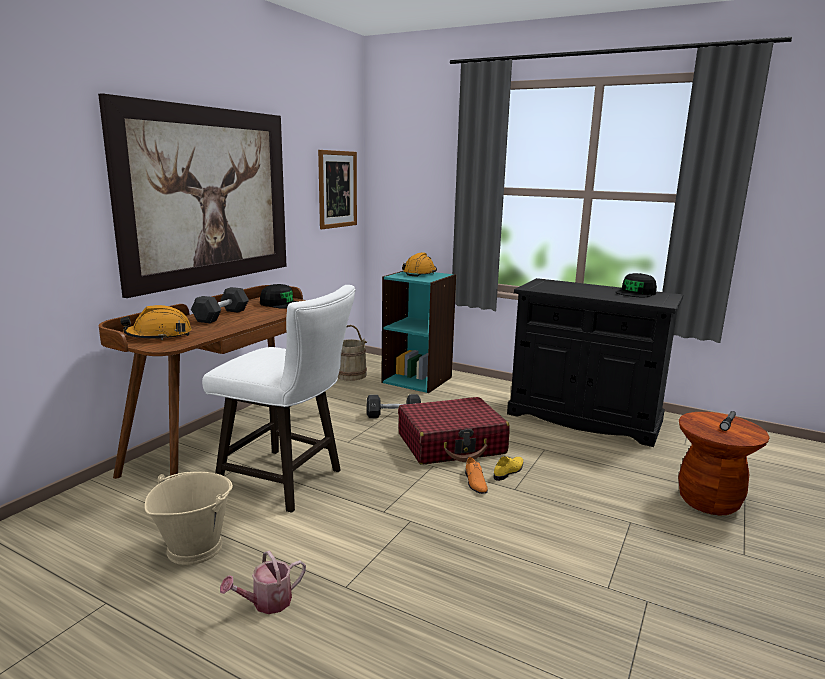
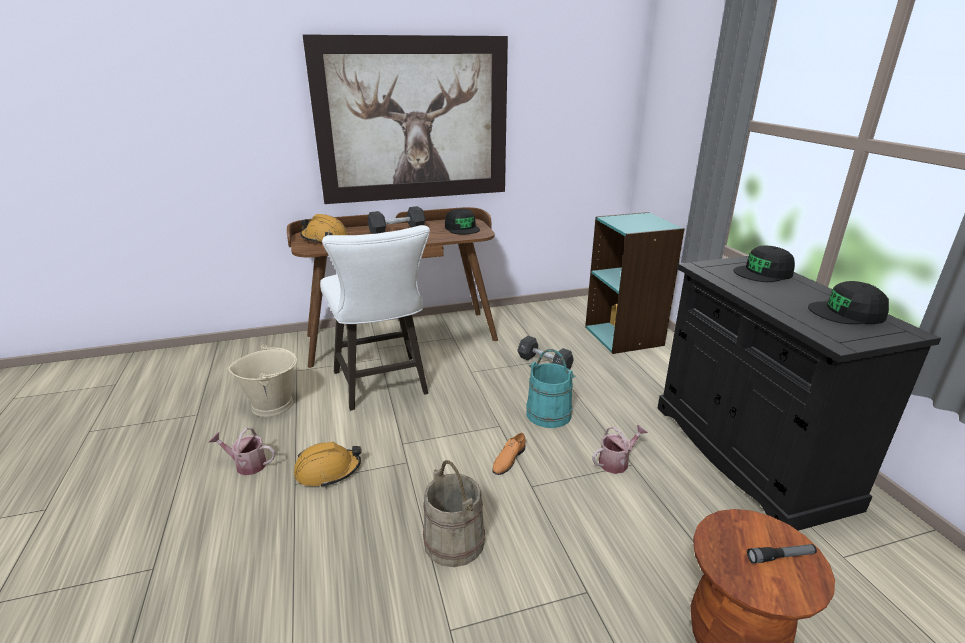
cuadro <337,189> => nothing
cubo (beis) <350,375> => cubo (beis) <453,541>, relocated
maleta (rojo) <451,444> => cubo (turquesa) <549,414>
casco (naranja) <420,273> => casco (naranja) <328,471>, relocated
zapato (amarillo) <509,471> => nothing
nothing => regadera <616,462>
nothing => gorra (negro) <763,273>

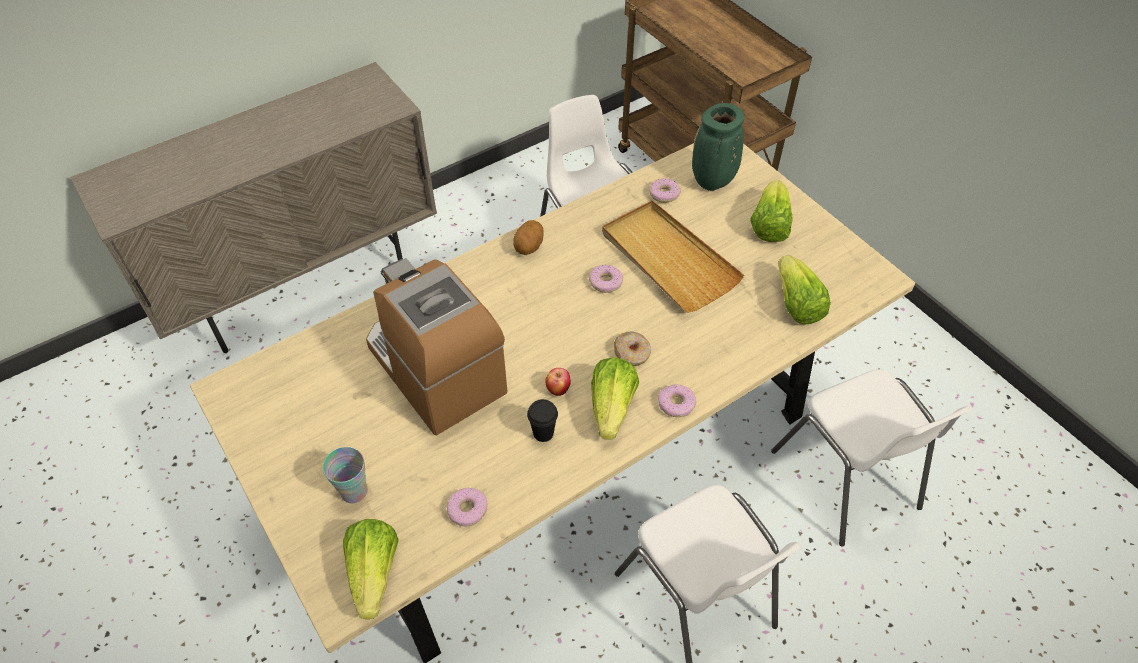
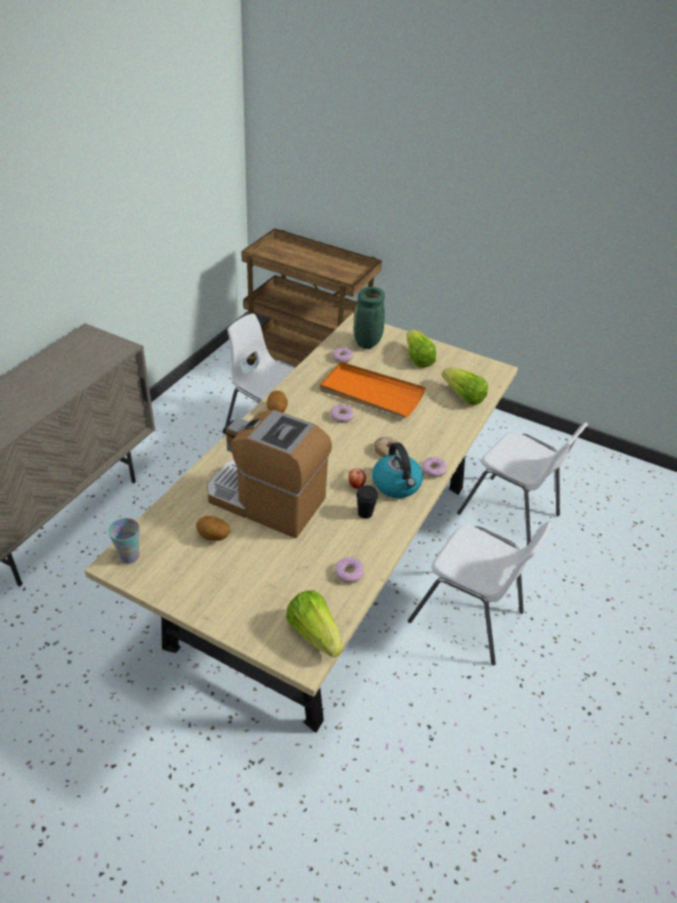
taza <354,491> => taza <129,556>, relocated
lechuga <612,407> => hervidor <397,485>
bandeja (beis) <668,259> => bandeja (naranja) <371,393>
nothing => patata <213,537>

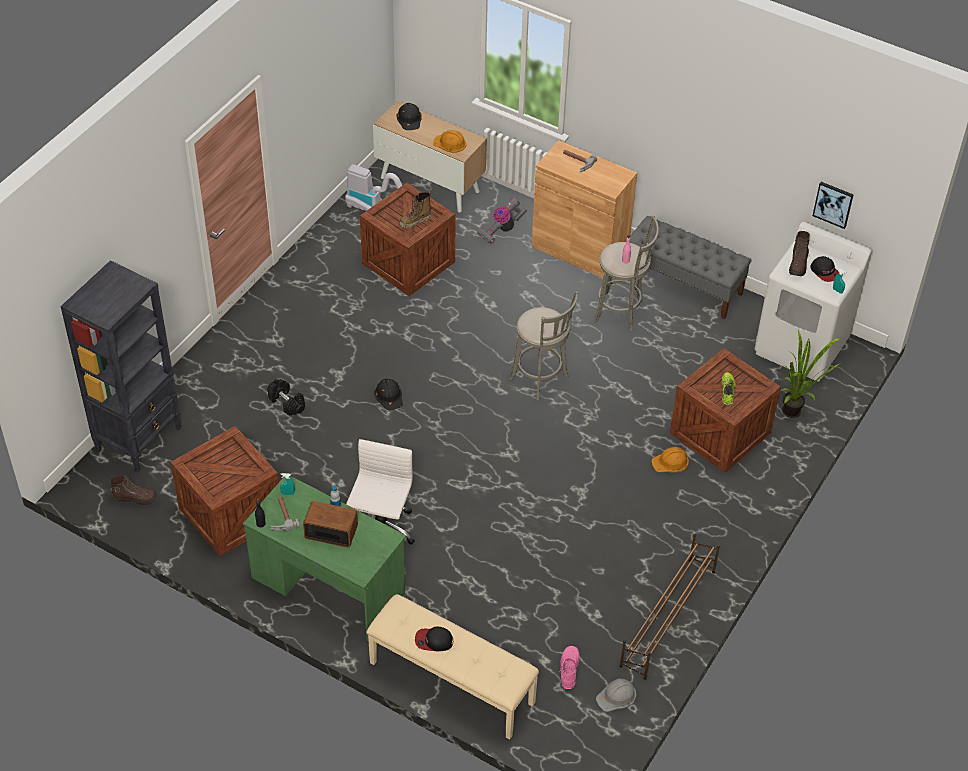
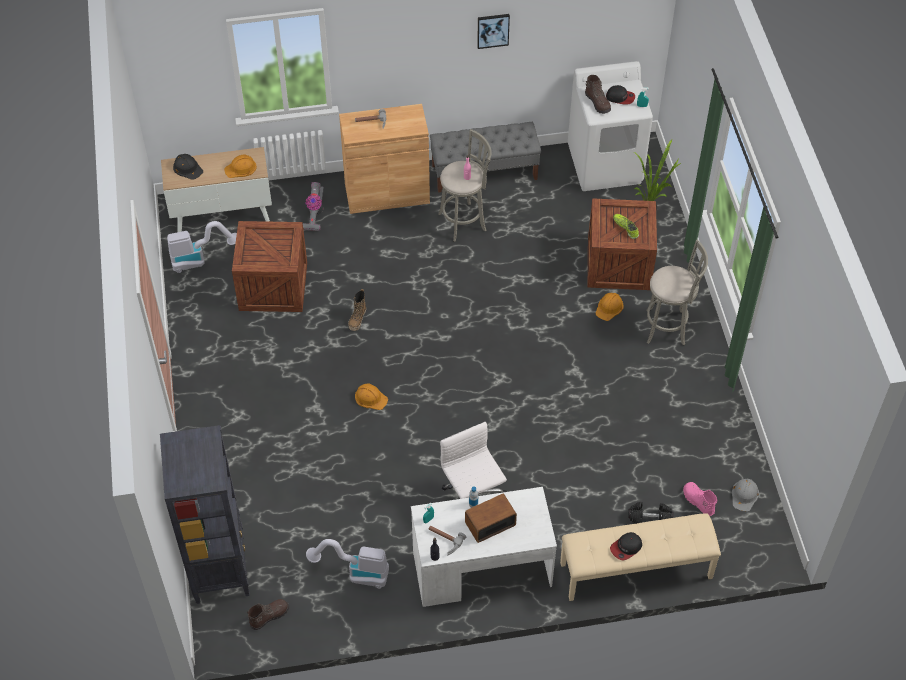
caja de embalaje <230,515> => aspiradora <355,573>
escritorio (verde) <328,586> => escritorio (blanco) <481,570>
mancuerna (negro) <287,402> => mancuerna (negro) <650,518>, relocated
casco (negro) <389,395> => casco (naranja) <370,398>
bota <415,221> => bota <357,320>, relocated
taburete (gris) <541,380> => taburete (gris) <668,327>, relocated
zapatero (marrón) <667,618> => nothing
cuadro <833,204> => cuadro <493,30>, relocated

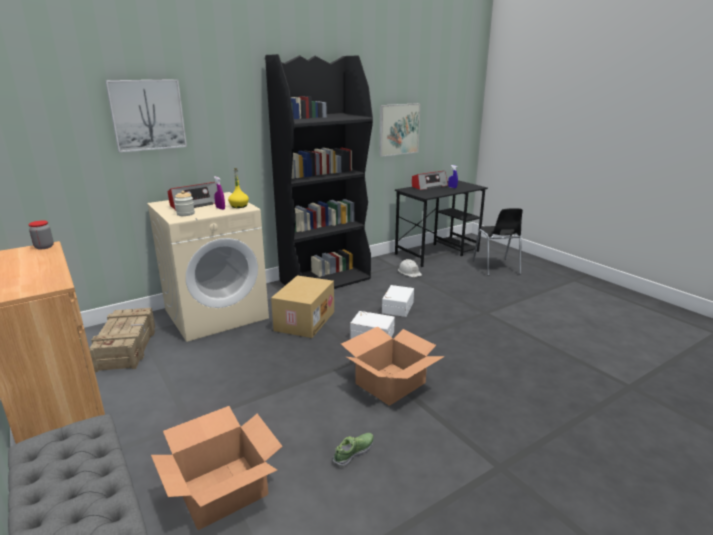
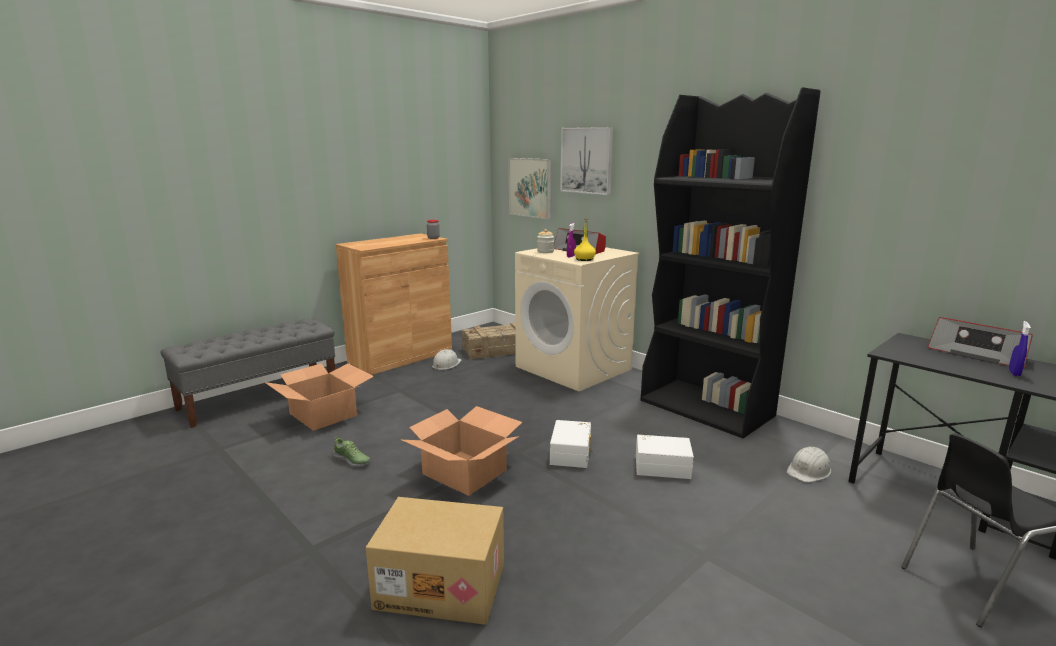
caja de cartón <304,320> => caja de cartón <442,585>, relocated
cuadro <399,129> => cuadro <530,187>, relocated
nothing => casco (blanco) <446,364>

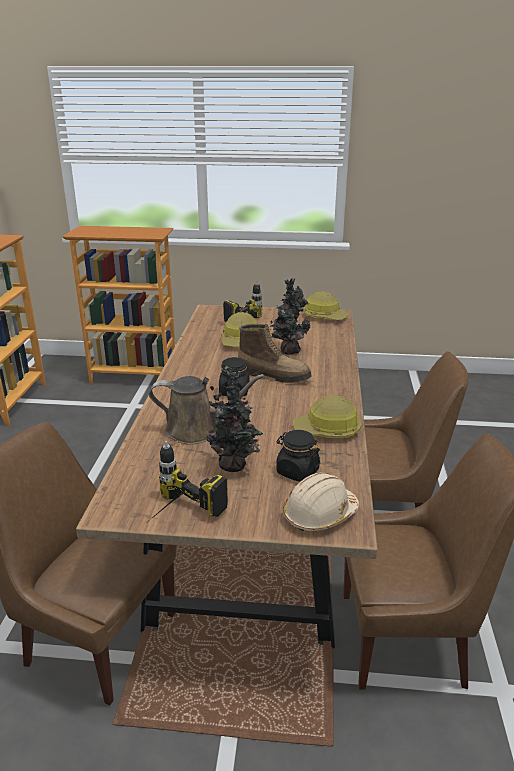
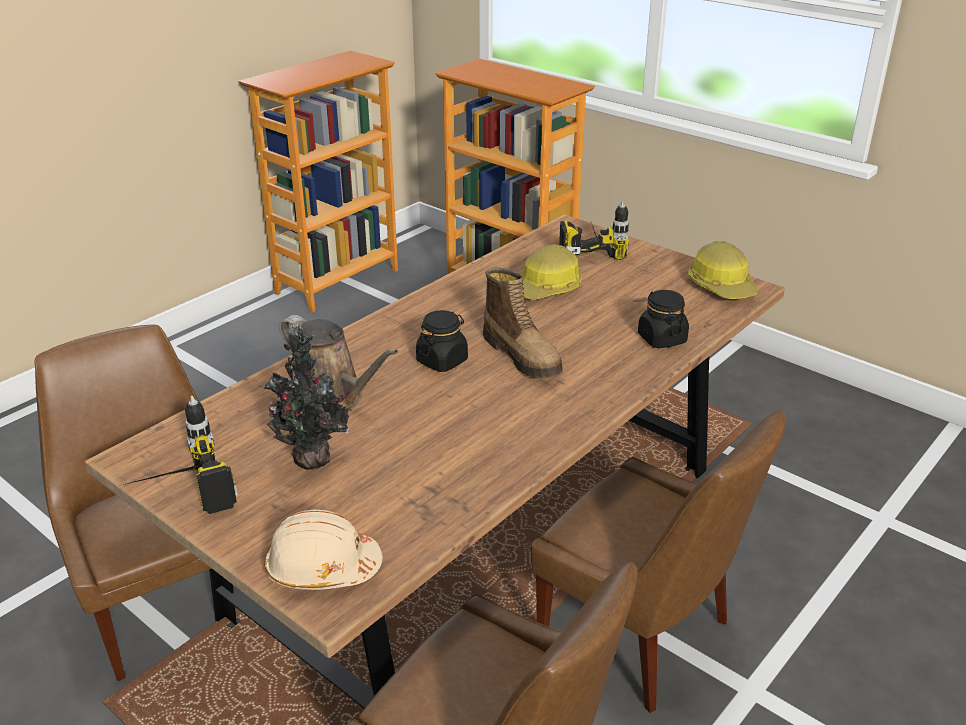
planta en maceta <288,351> => nothing
tarro (negro) <297,471> => tarro (negro) <661,339>, relocated
casco <327,431> => nothing

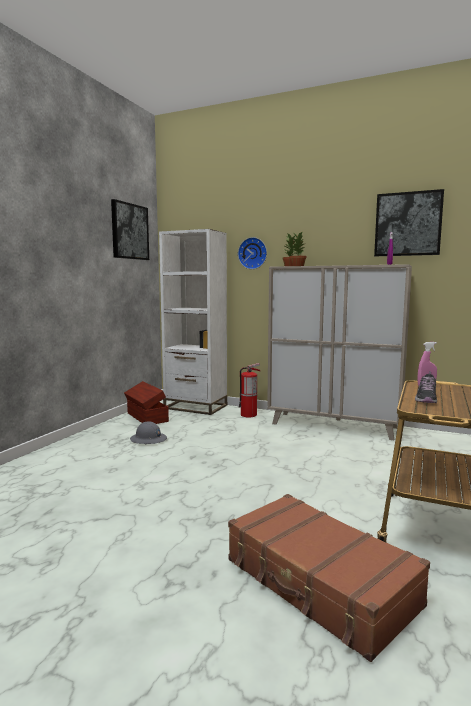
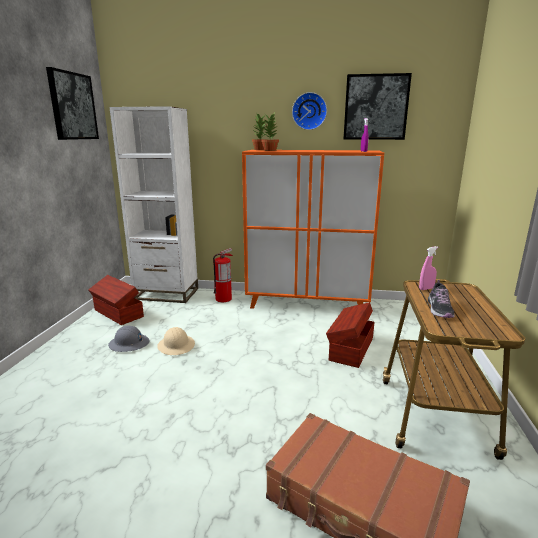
reloj de pared <253,253> => reloj de pared <309,111>, relocated
armario (beis) <334,425> => armario (naranja) <307,304>
nothing => casco (beis) <176,346>
nothing => caja de almacenaje (marrón) <350,349>

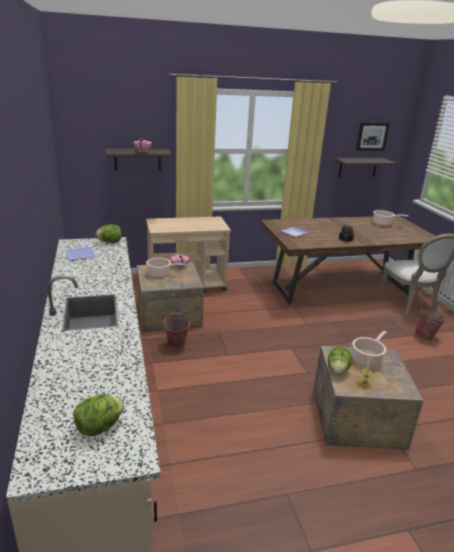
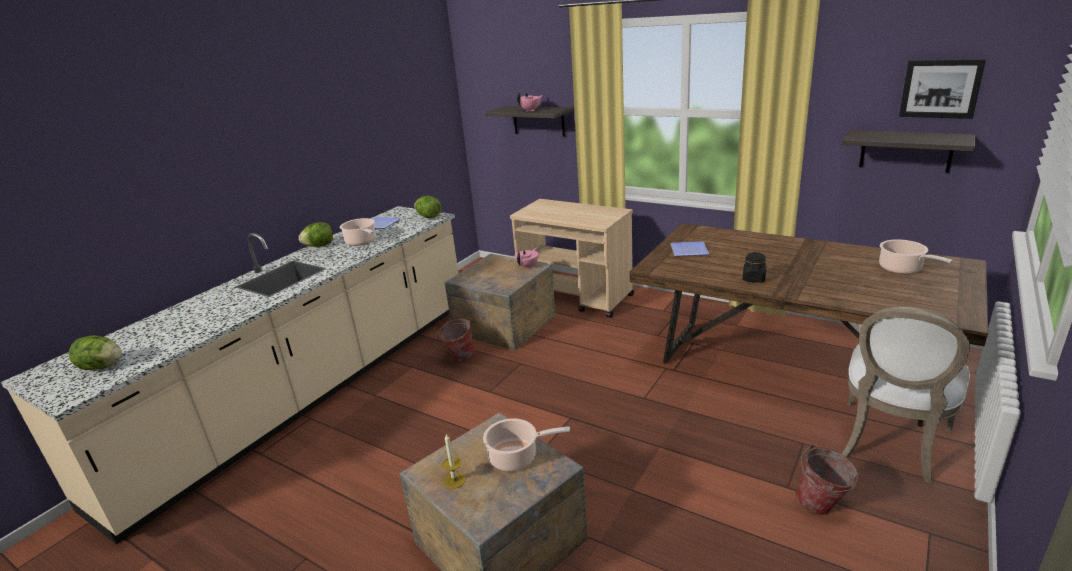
olla <160,274> => olla <362,242>, relocated
lechuga <338,370> => lechuga <319,246>, relocated

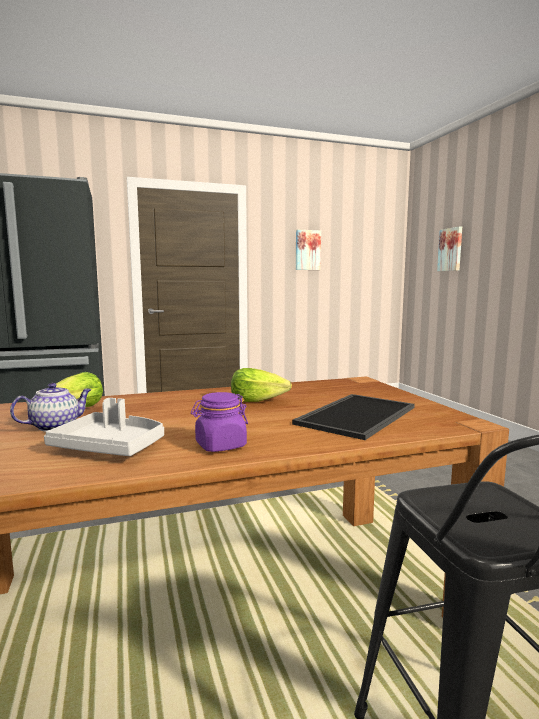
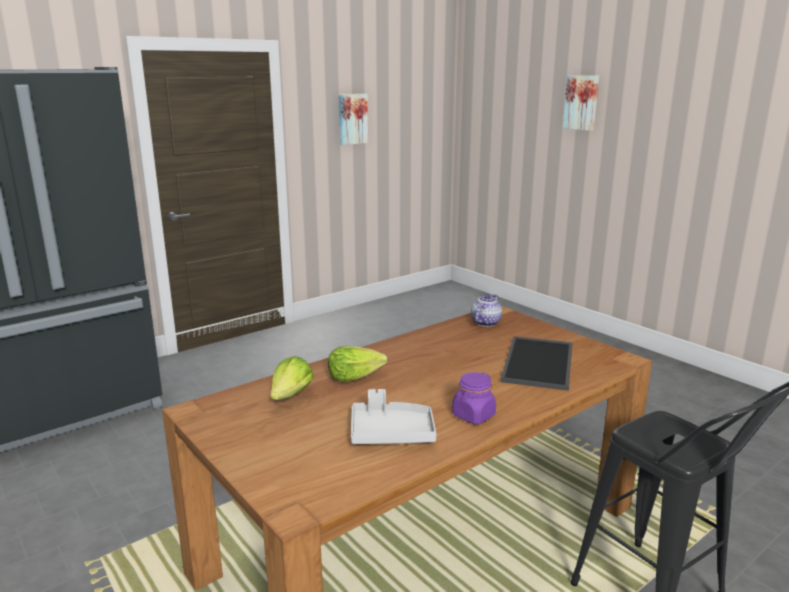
tetera <56,426> => tetera <485,322>, relocated
lechuga <258,400> => lechuga <354,376>, relocated
cuadro <451,249> => cuadro <582,102>, relocated

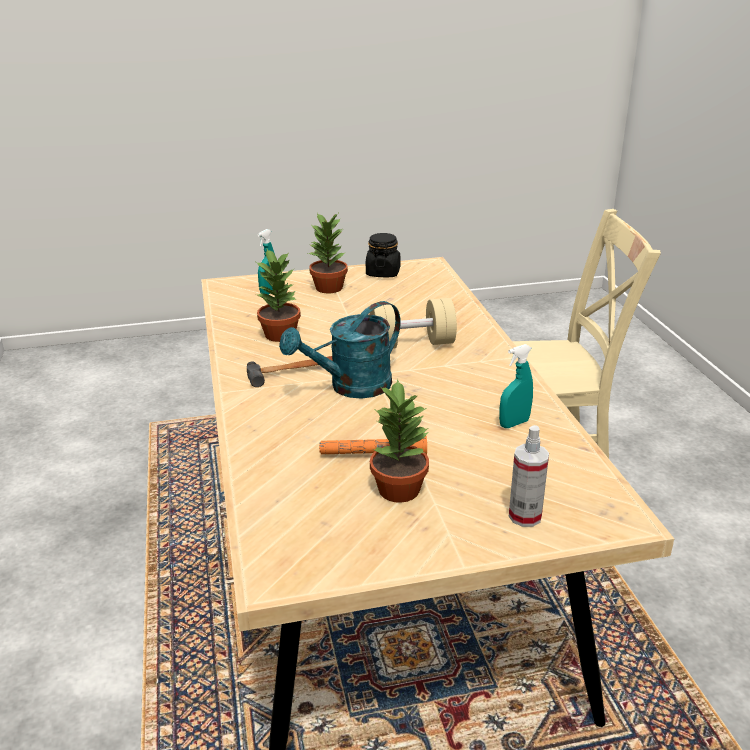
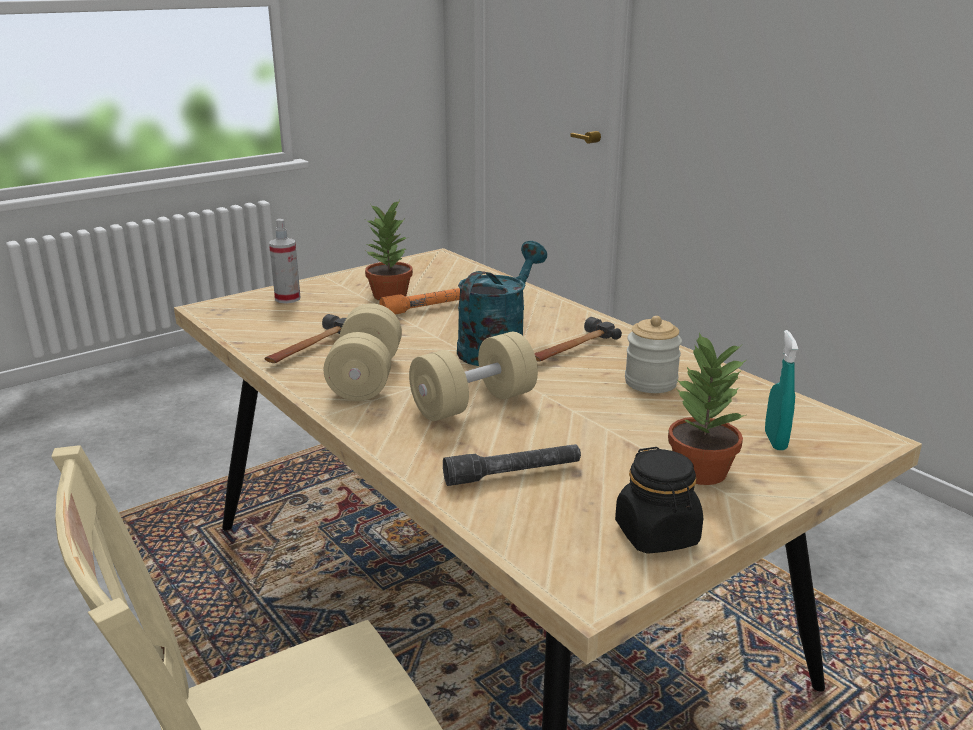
planta en maceta <280,334> => tarro <650,382>
pulverizador (turquesa) <514,423> => martillo <310,347>
nothing => mancuerna (beis) <366,377>
nothing => linterna (gris) <513,474>

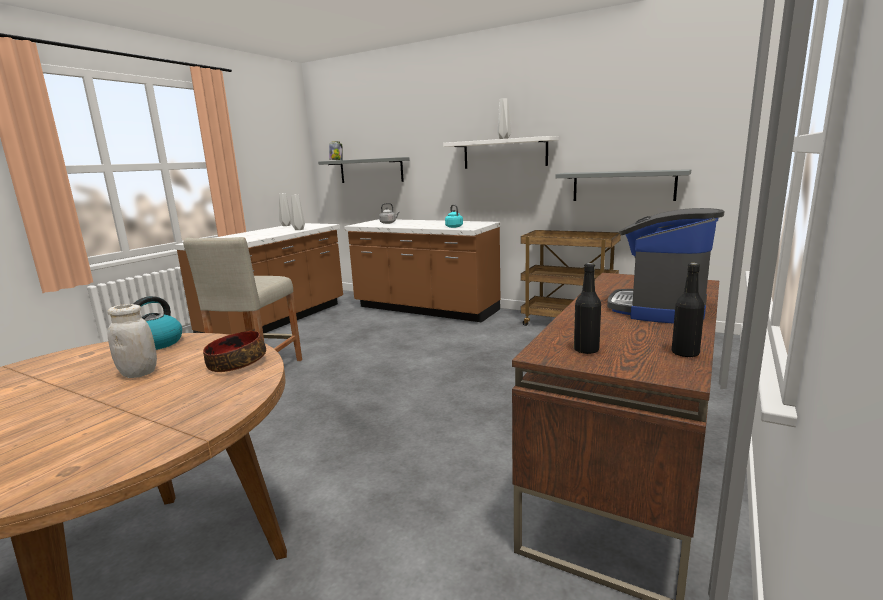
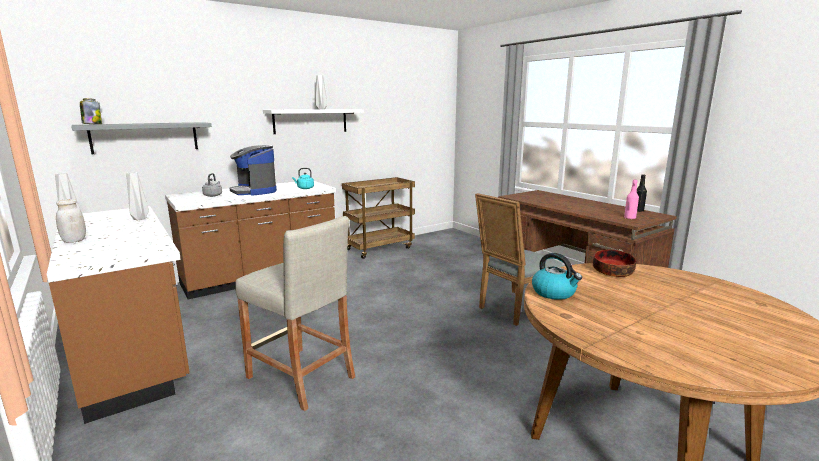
tarro (blanco) <139,373> => tarro (blanco) <74,241>, relocated
estante (gris) <623,186> => nothing
botella (negro) <586,350> => botella (rosa) <629,218>
cafetera <659,308> => cafetera <254,191>, relocated
nothing => silla (gris) <514,309>

